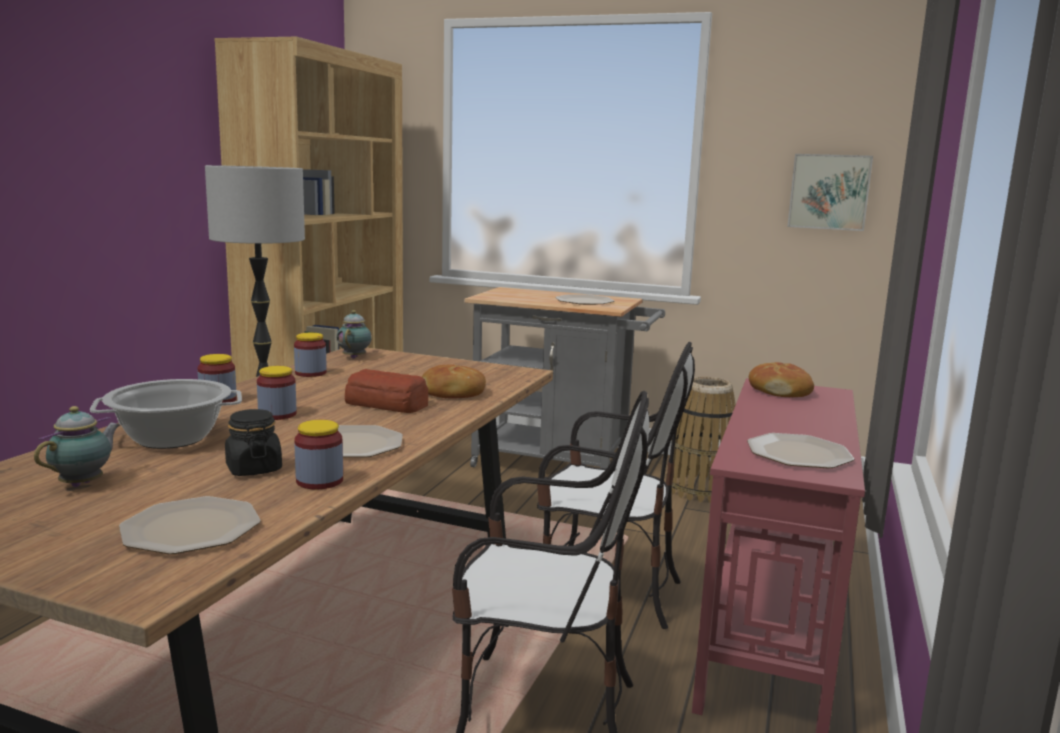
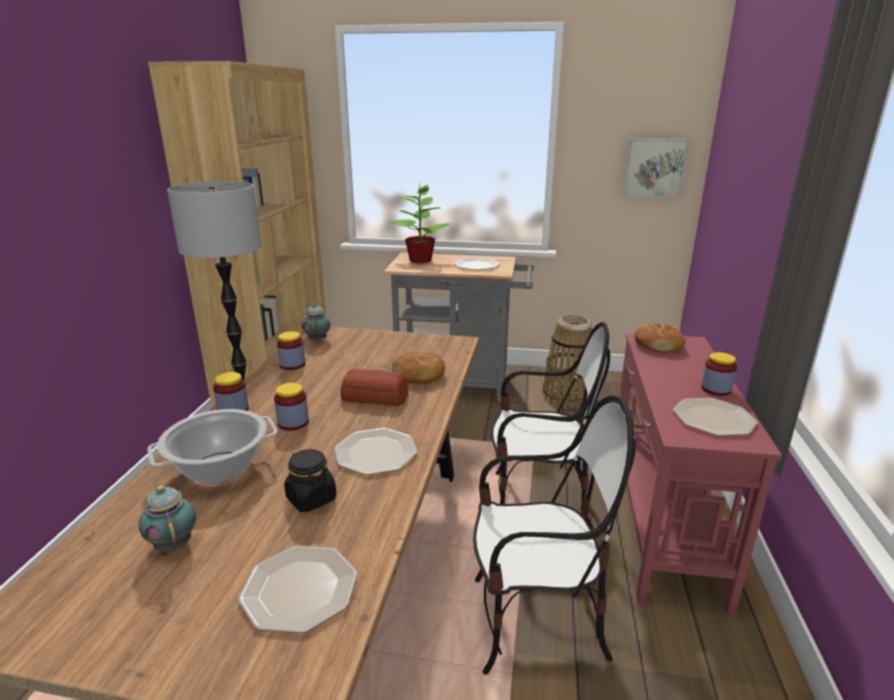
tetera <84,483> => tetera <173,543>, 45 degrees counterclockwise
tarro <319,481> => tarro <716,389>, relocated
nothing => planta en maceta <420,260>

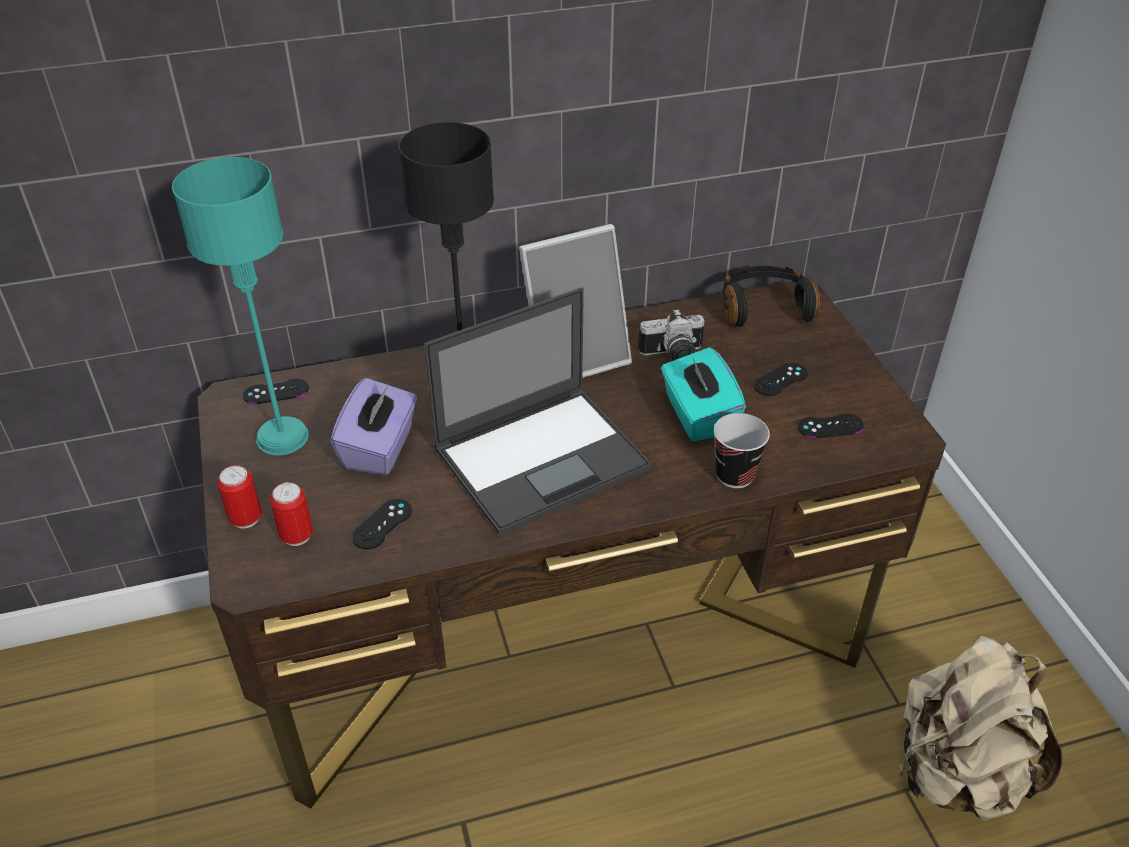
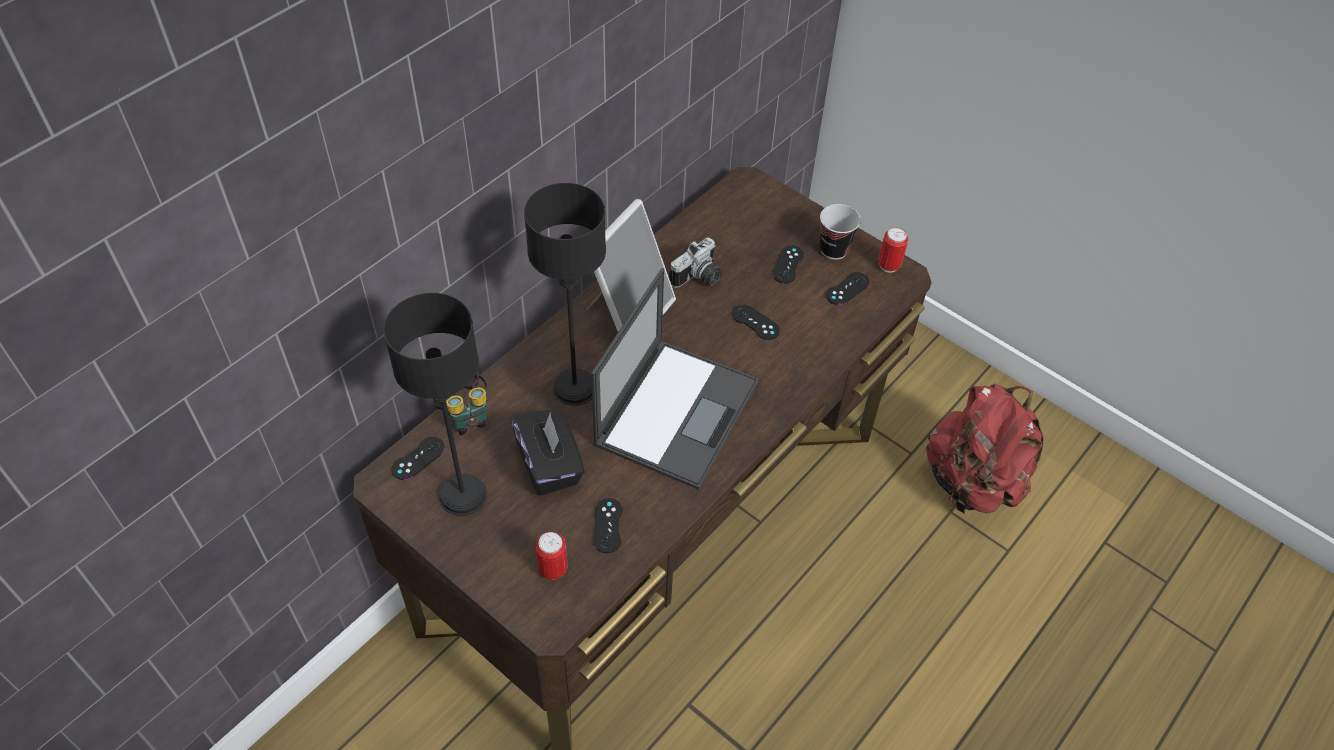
lámpara de mesa (turquesa) <281,437> => lámpara de mesa (negro) <462,495>
lata <246,519> => lata <889,265>, relocated
caja de pañuelos (morado) <380,448> => caja de pañuelos (negro) <549,465>
caja de pañuelos (turquesa) <698,416> => mando de consola (negro) <755,322>
taza <735,475> => taza <834,249>, relocated
auriculares (negro) <765,308> => nothing
mochila (beis) <956,773> => mochila (rojo) <972,482>
nothing => prismáticos <466,417>

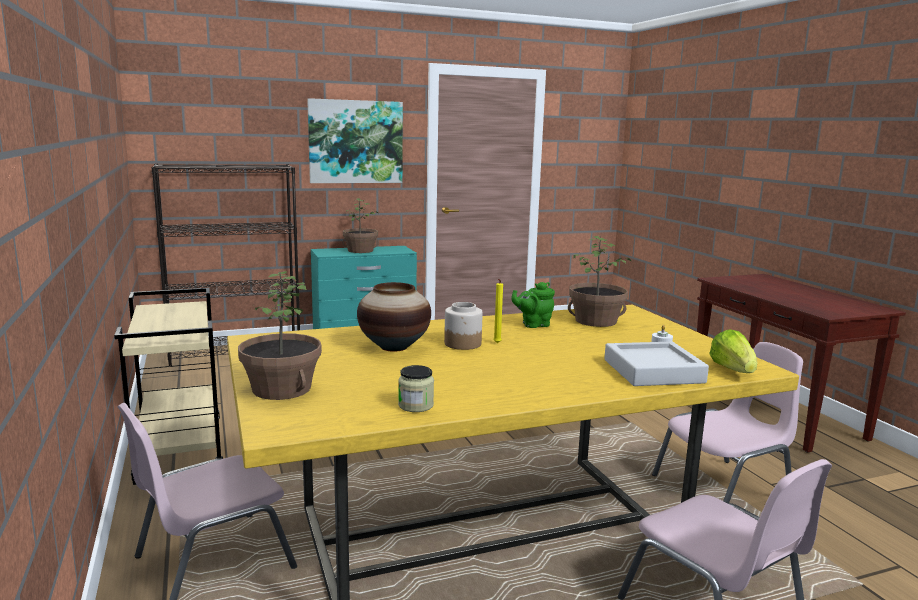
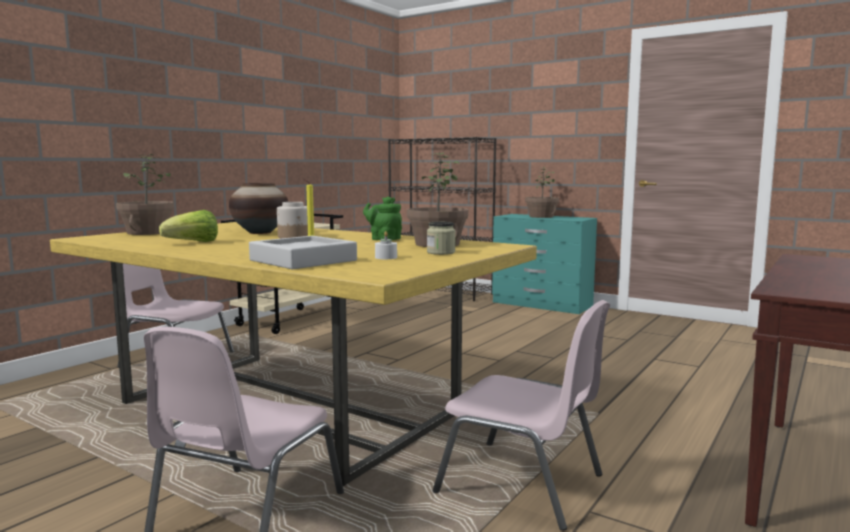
cuadro <355,142> => nothing
tarro <416,405> => tarro <441,252>, relocated
lechuga <733,370> => lechuga <193,243>, relocated

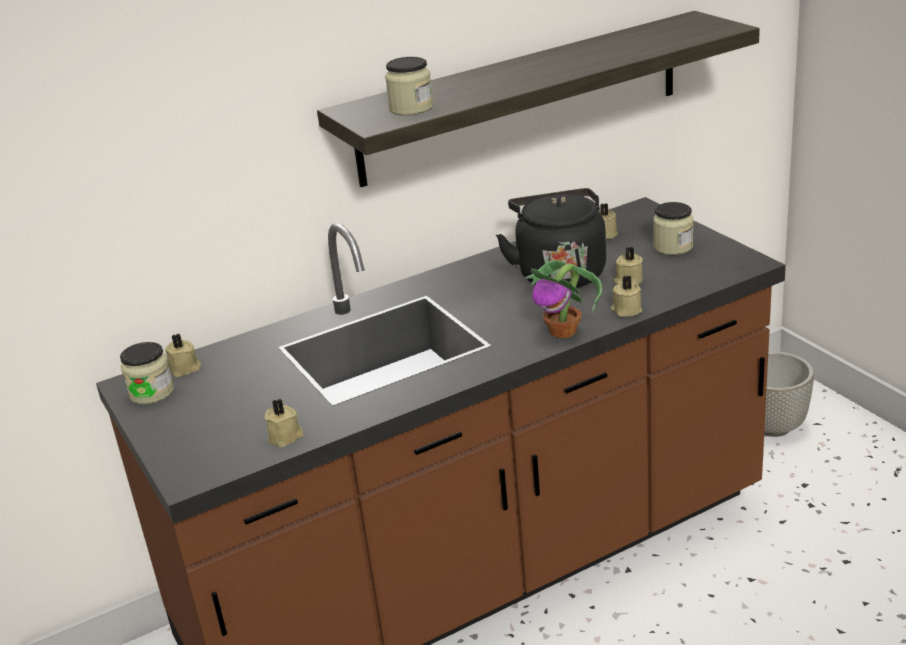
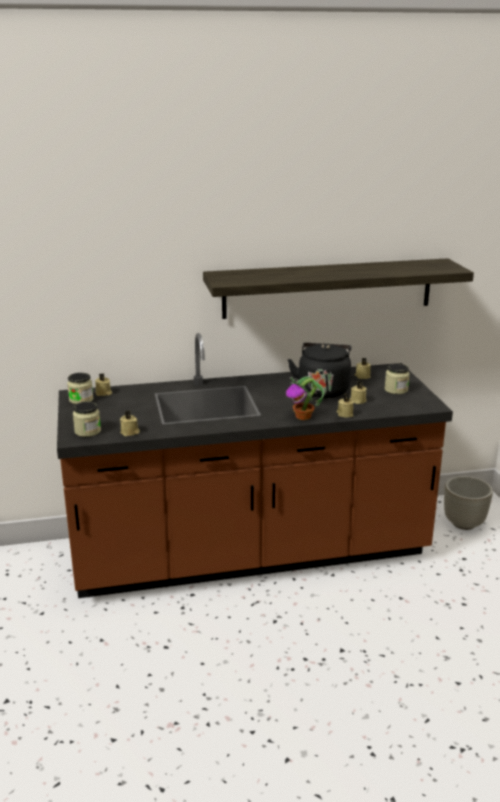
tarro <411,108> => tarro <87,431>, relocated

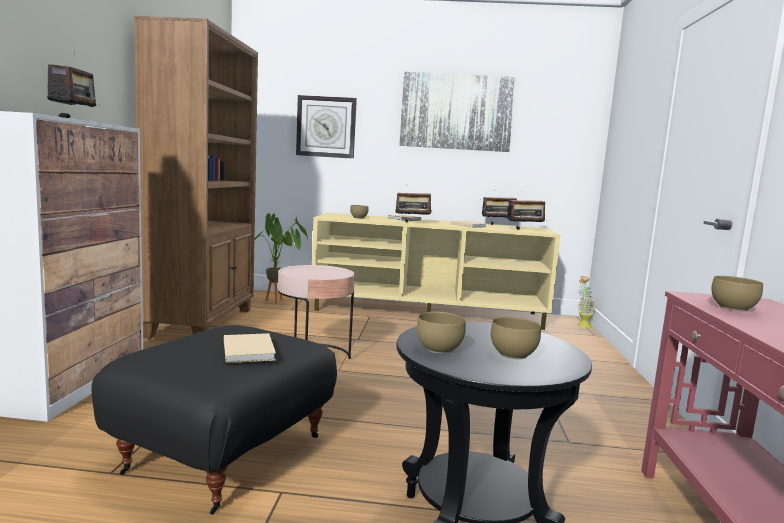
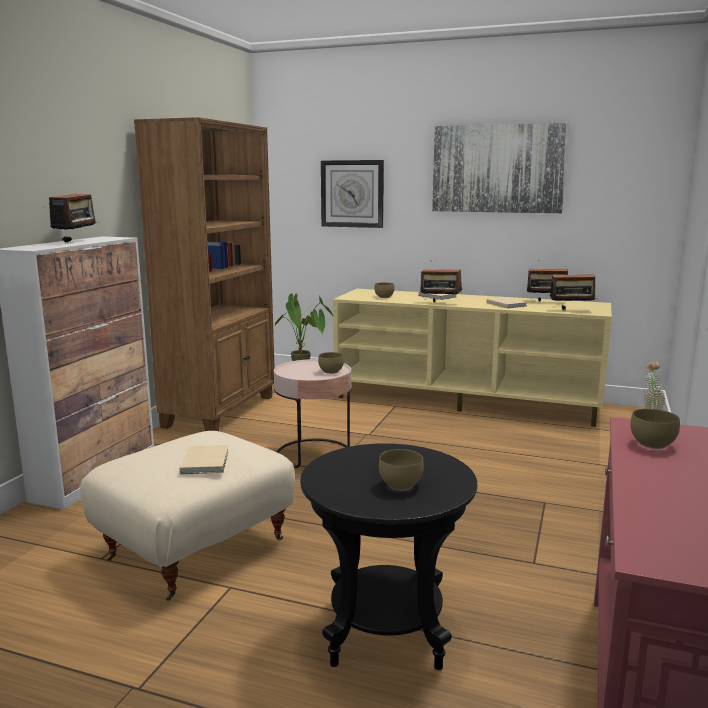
puf (negro) <224,453> => puf (beis) <195,548>
cuenco (marrón) <438,349> => cuenco (marrón) <331,371>, relocated

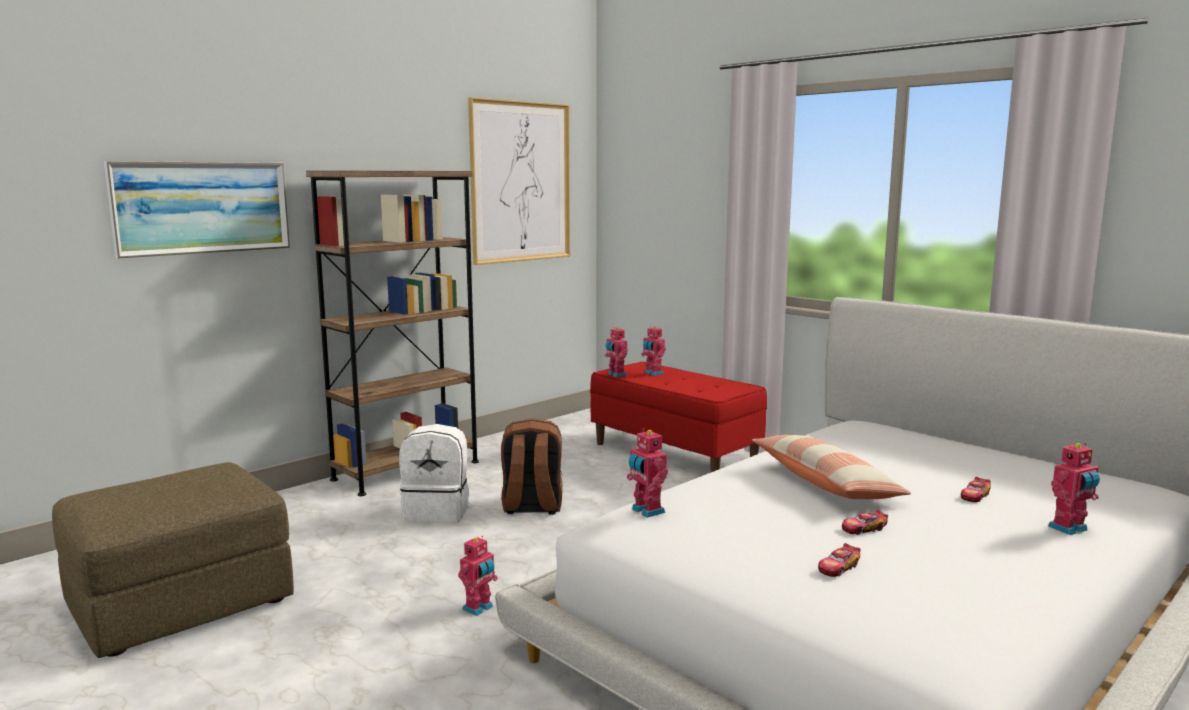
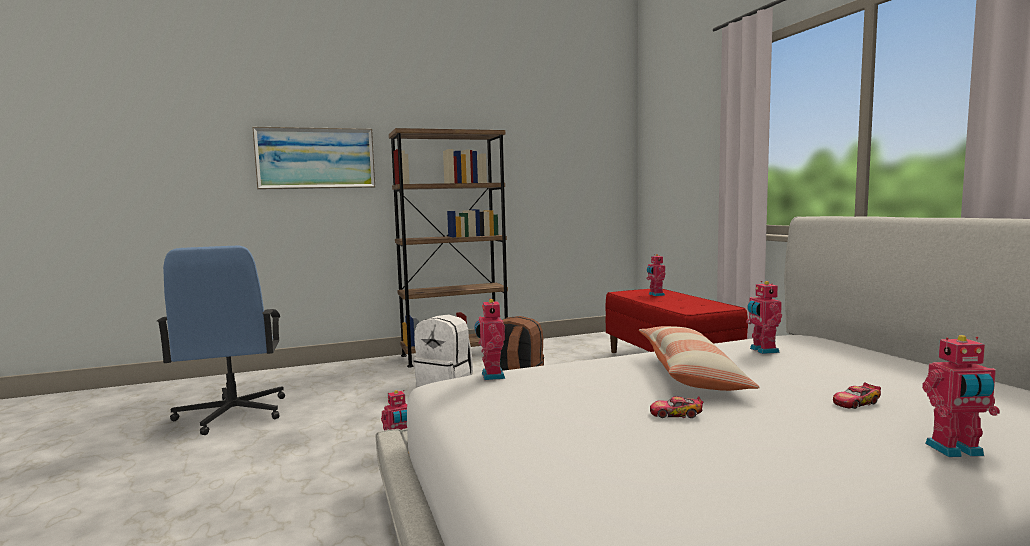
puf (marrón) <180,603> => silla de oficina (azul) <232,414>
cuadro <521,182> => nothing
robot de juguete <616,375> => robot de juguete <762,350>, relocated
coche de juguete <838,568> => nothing

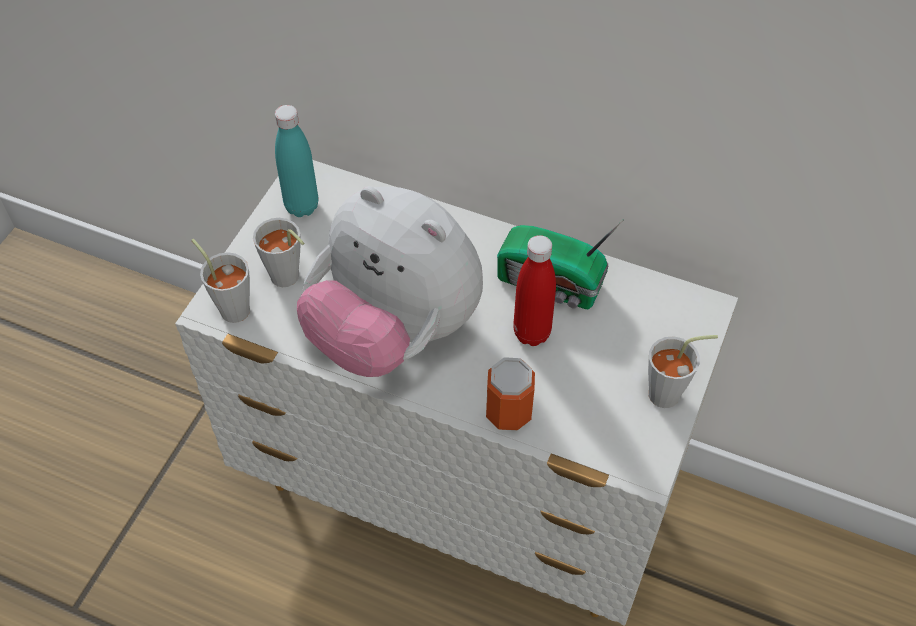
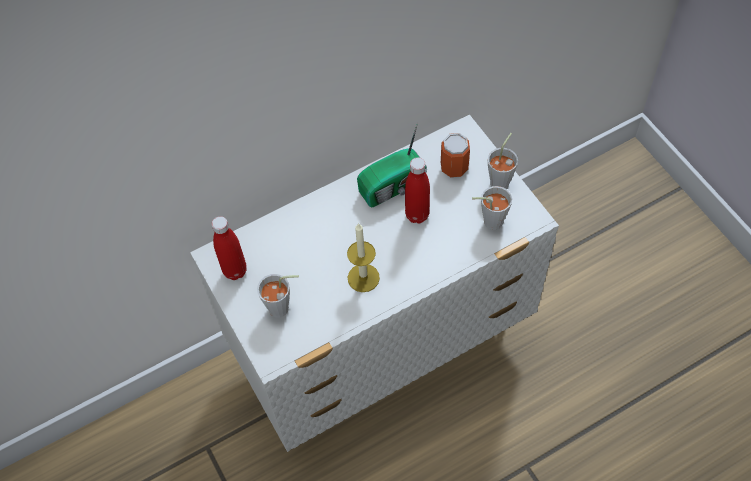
taza (gris) <231,306> => taza (gris) <488,222>, relocated
botella (turquesa) <302,206> => botella (rojo) <235,271>
peluche <393,332> => vela <363,278>
lata <508,413> => lata <454,167>, relocated

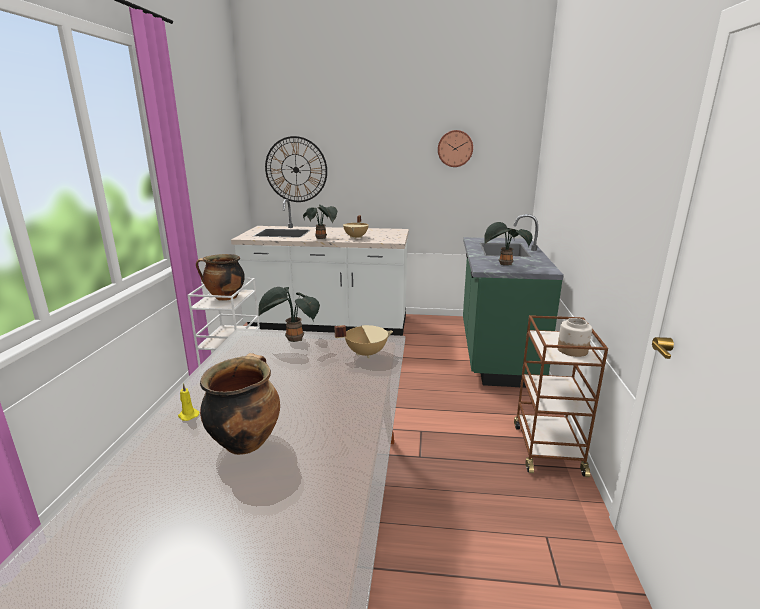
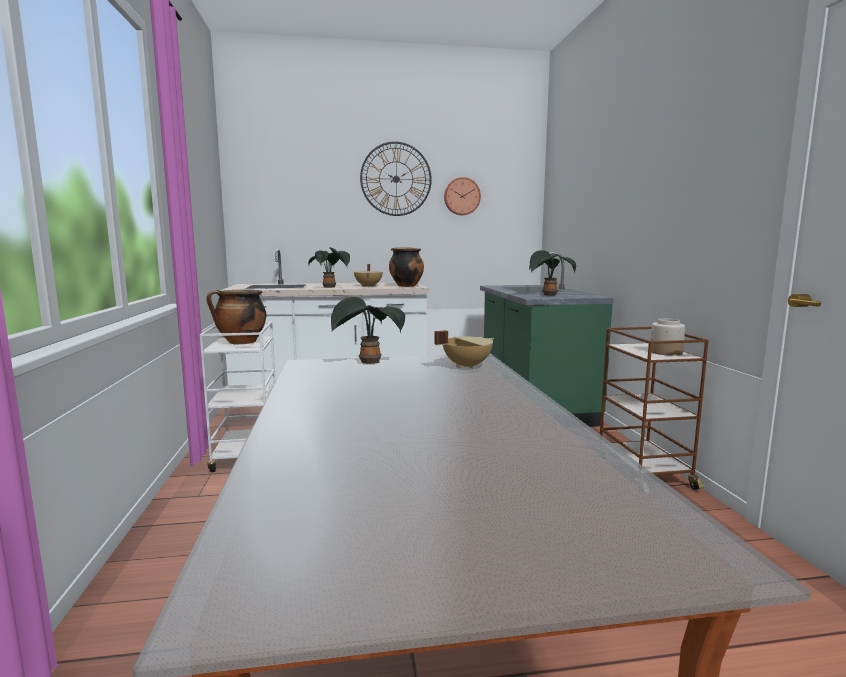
vela (amarillo) <188,415> => nothing
olla <245,441> => olla <406,286>, relocated
reloj de pared <296,169> => reloj de pared <396,179>, relocated

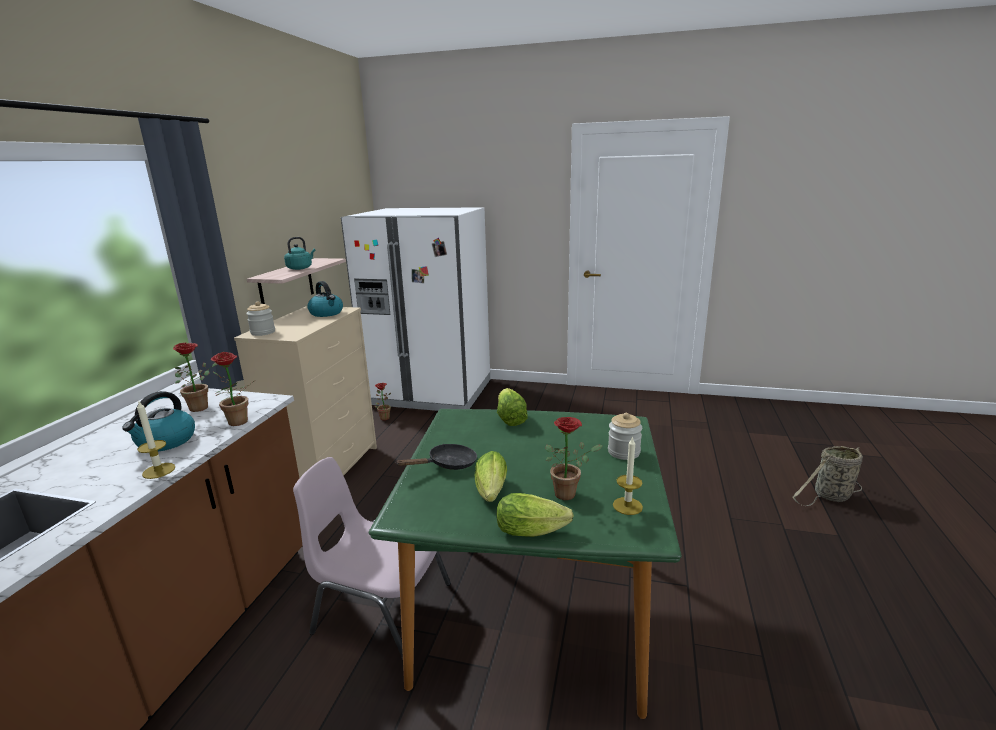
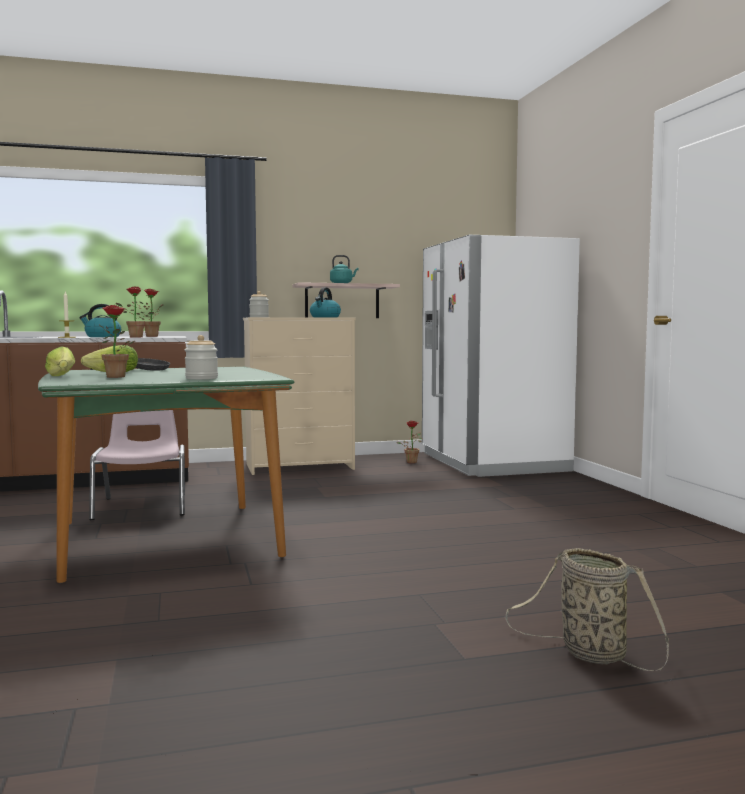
lechuga <510,418> => nothing
vela <627,506> => nothing

